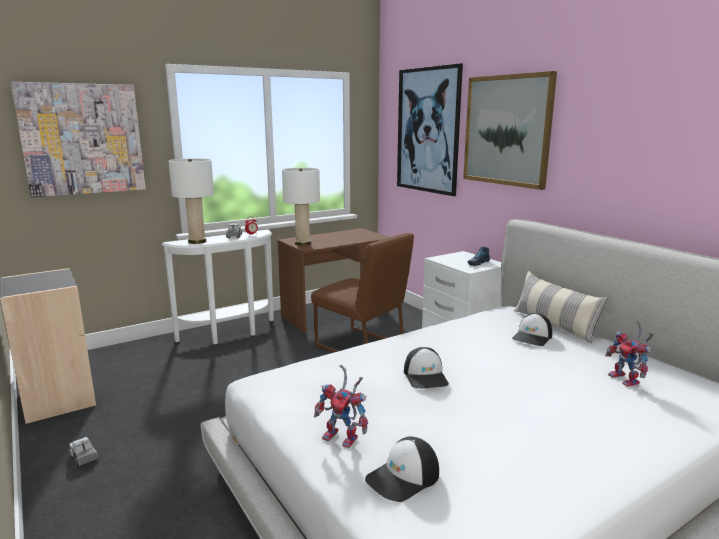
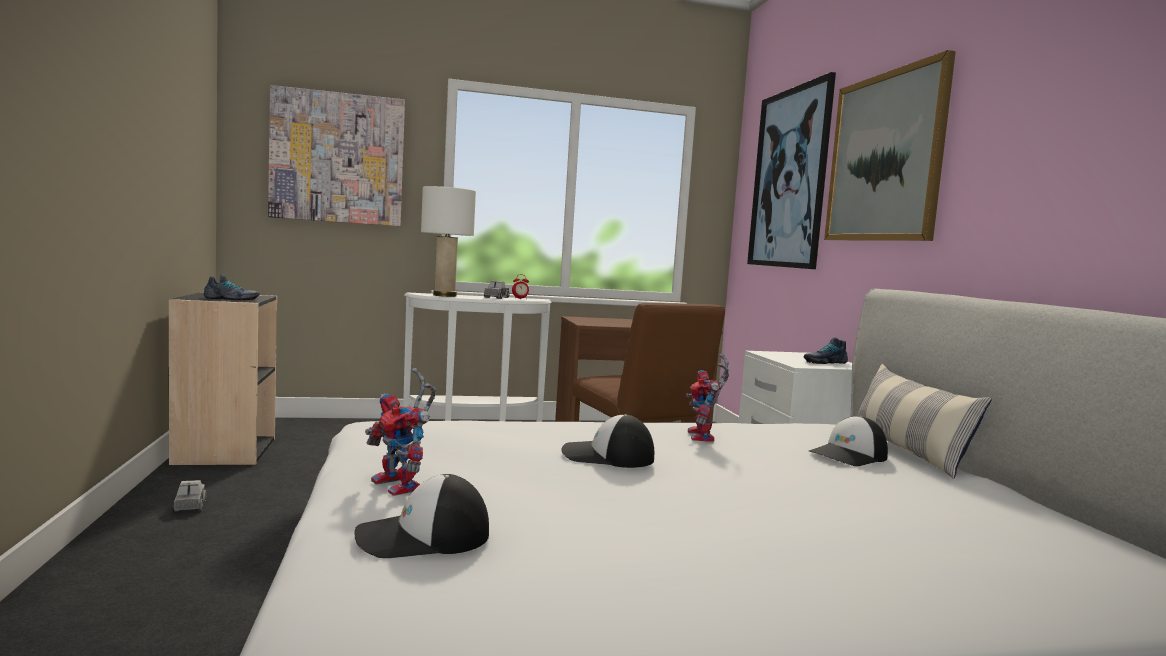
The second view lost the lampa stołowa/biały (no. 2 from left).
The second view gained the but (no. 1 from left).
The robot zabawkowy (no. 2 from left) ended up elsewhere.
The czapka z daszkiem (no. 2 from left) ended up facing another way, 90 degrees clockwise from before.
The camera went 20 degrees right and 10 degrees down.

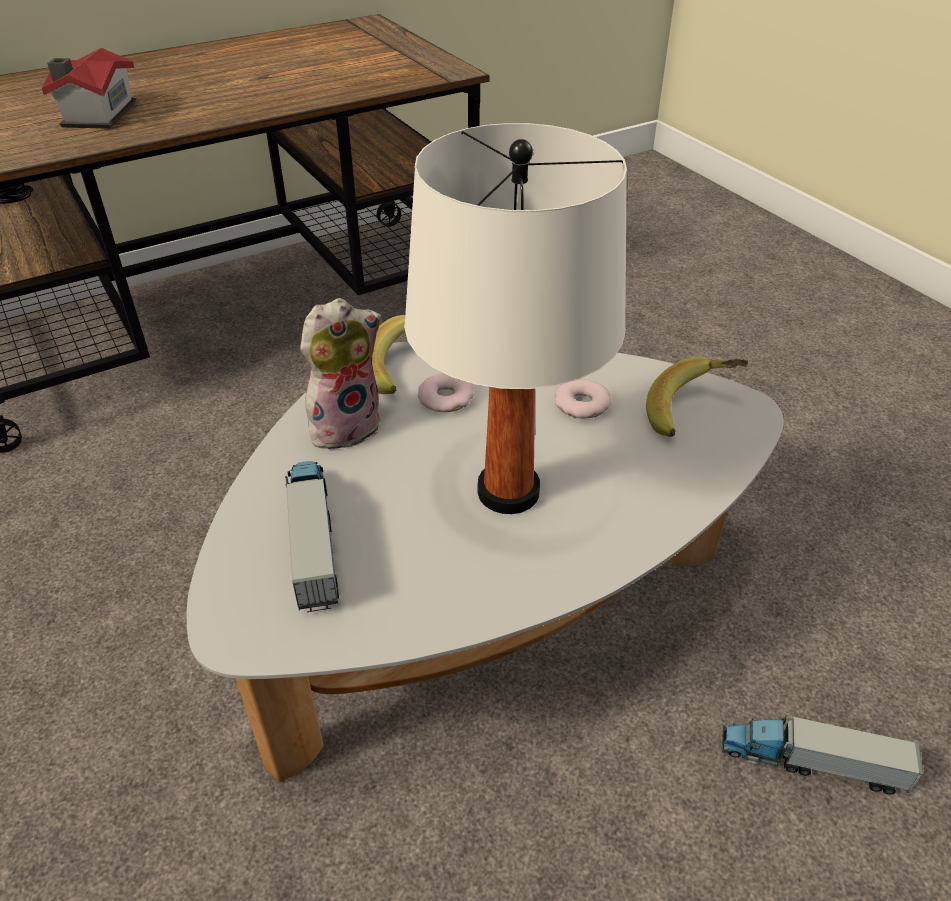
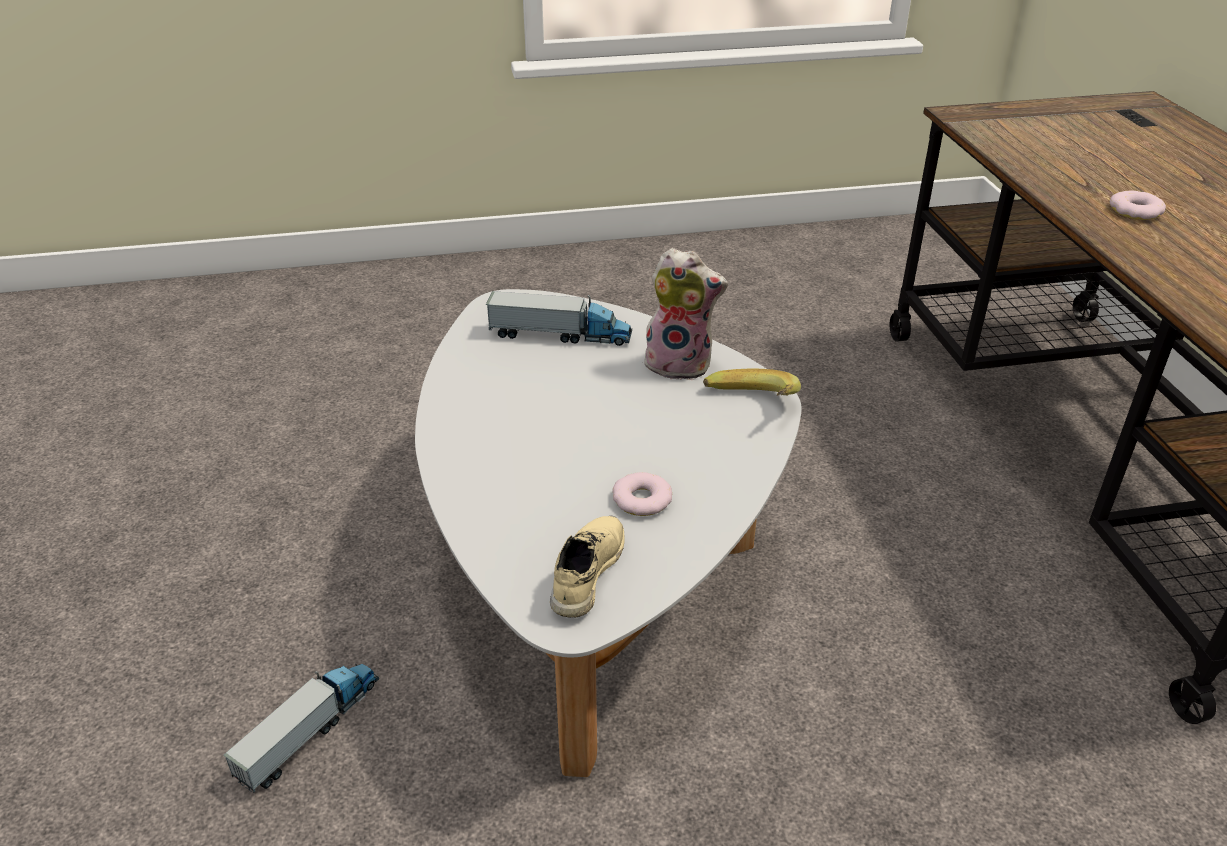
The second view lost the domek.
The second view lost the lampa stołowa/biały.
The donut (no. 1 from left in the first image) ended up elsewhere.
Where the banan (no. 2 from left) stood, the but/beżowy came to stand.
The pluszak ended up facing another way, 60 degrees counterclockwise from before.
The camera went 110 degrees right and 5 degrees down.

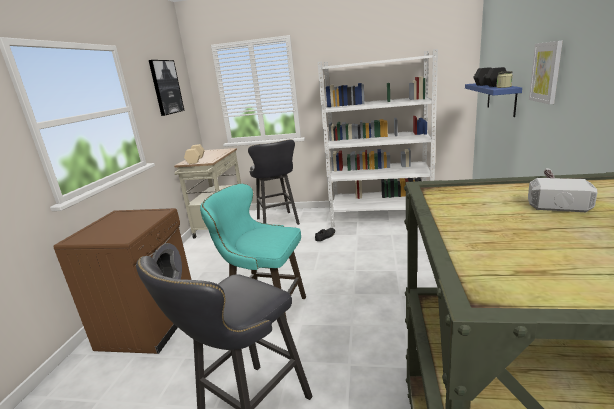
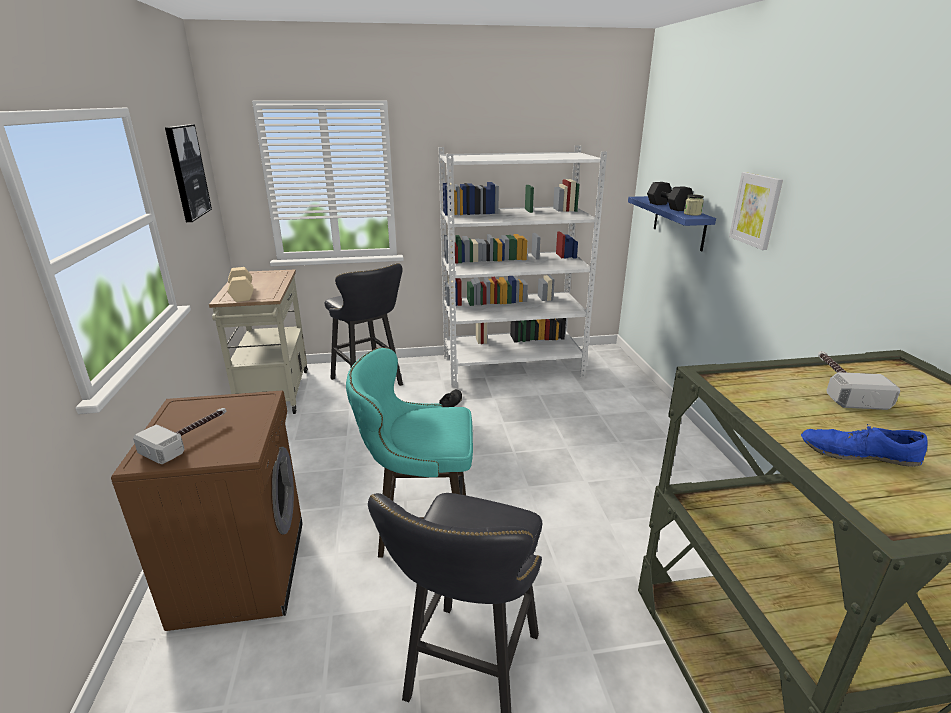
The second view gained the młotek (no. 1 from left).
The second view gained the but/niebieski.
The camera went 20 degrees left and 5 degrees up.

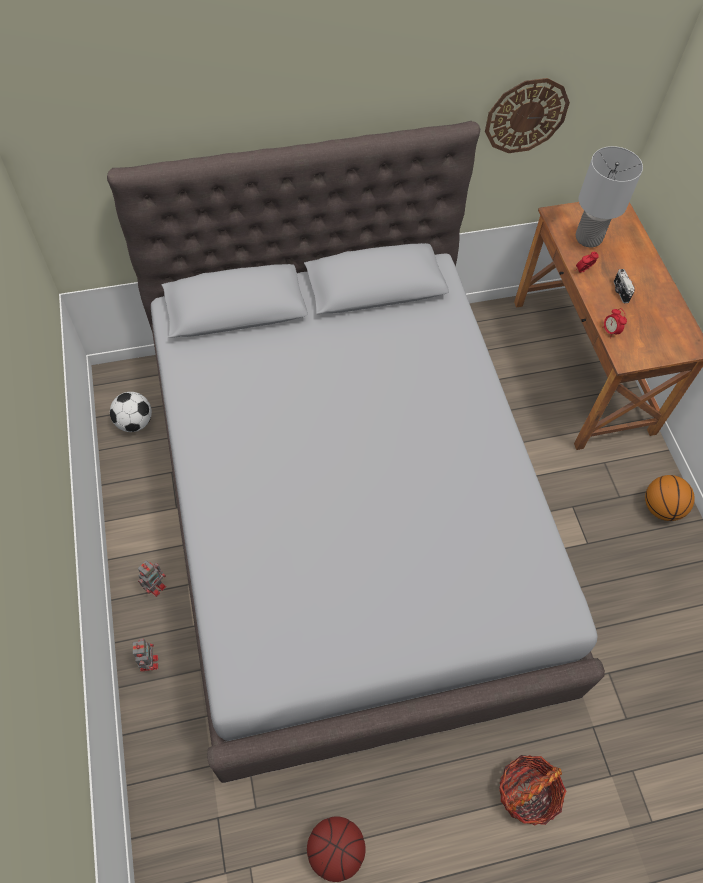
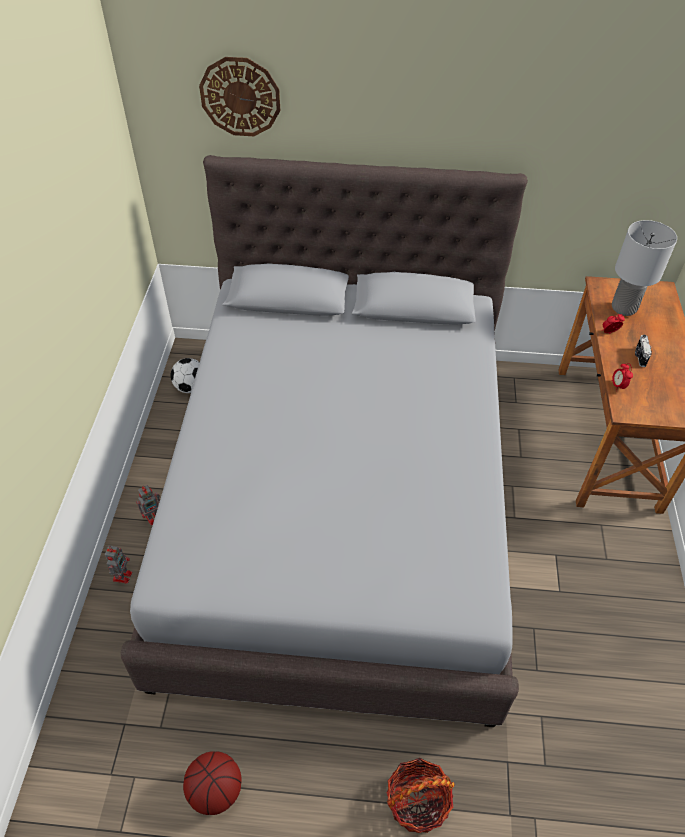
The second view lost the piłka do koszykówki (no. 2 from left).
The zegar ścienny ended up elsewhere.
The camera went 20 degrees right and 10 degrees down.

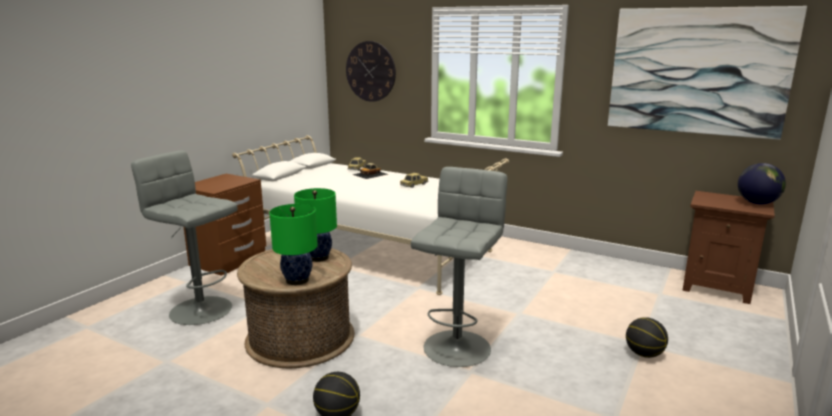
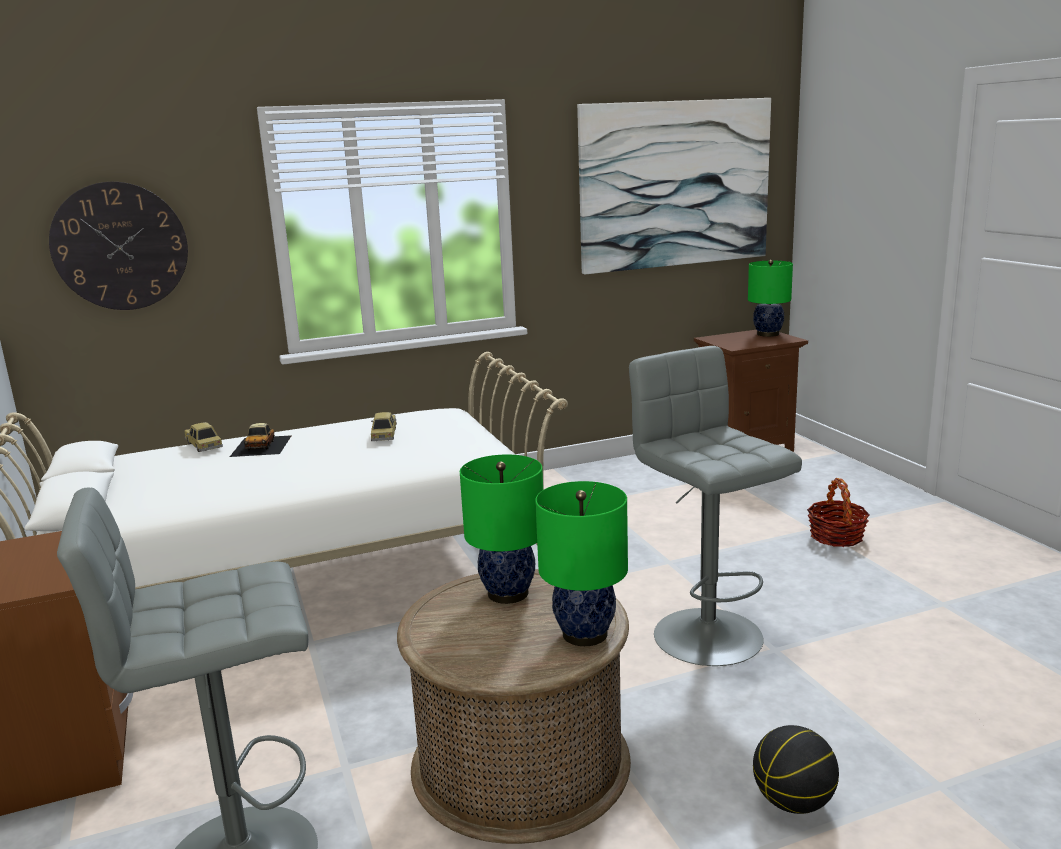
Where the piłka do koszykówki (no. 2 from left) stood, the koszyk came to stand.
Where the globus stood, the lampa stołowa/zielony (no. 3 from left) came to stand.
The camera went 50 degrees left and 0 degrees up.

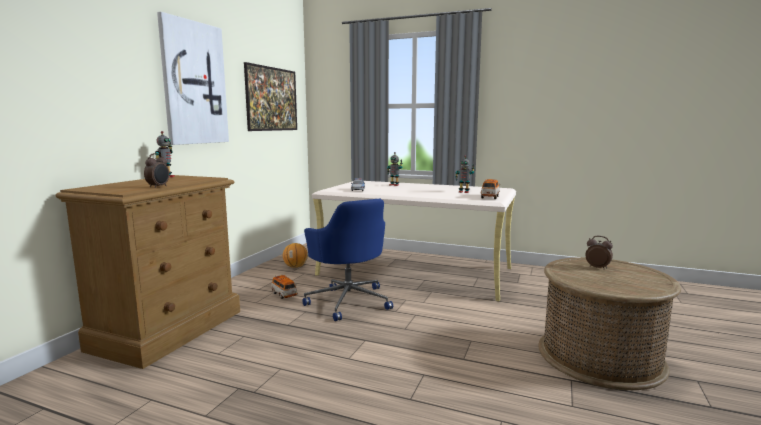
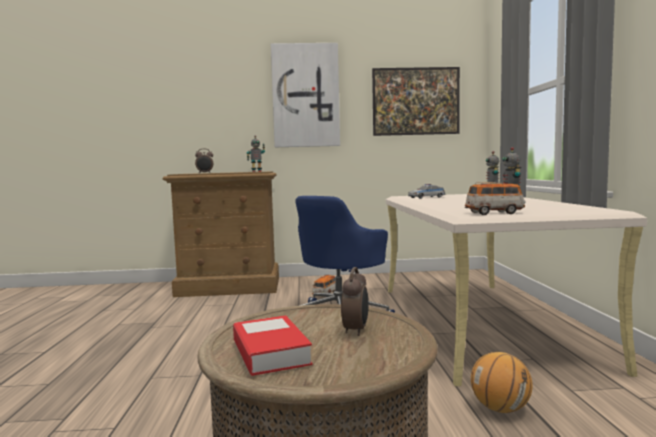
The second view gained the książka.
The piłka do koszykówki ended up elsewhere.
The camera went 65 degrees right and 5 degrees down.

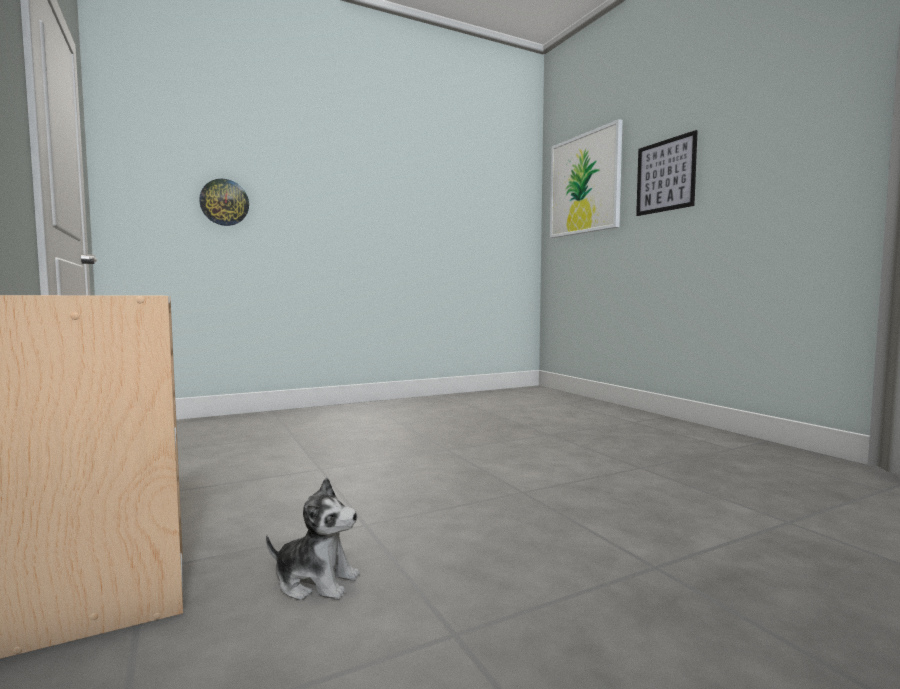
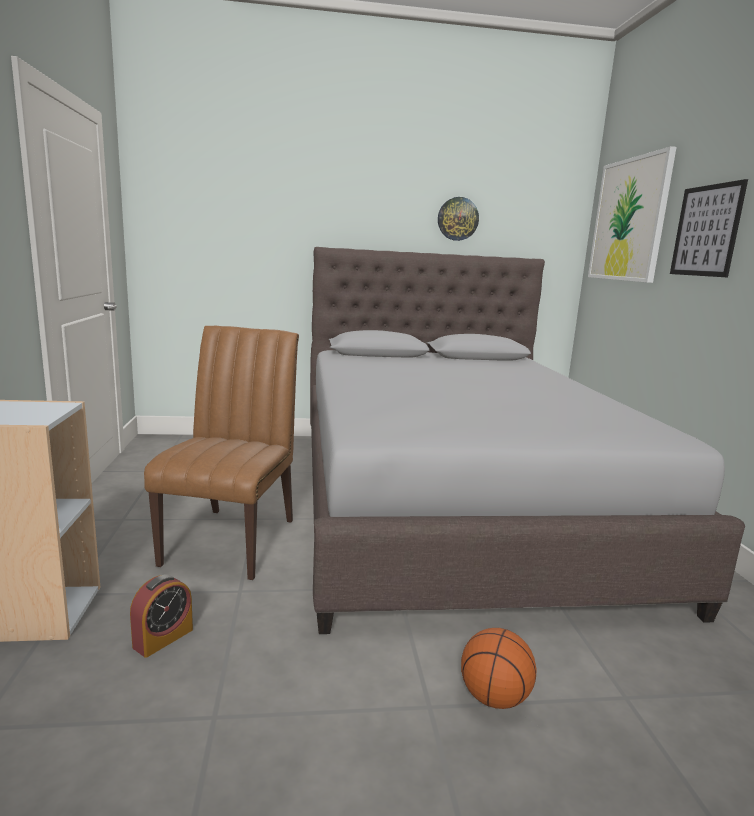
The second view gained the krzesło/brązowy.
The second view gained the łóżko/szary.
The second view gained the piłka do koszykówki.
The zegar ścienny ended up elsewhere.
Where the pluszak stood, the budzik came to stand.
The camera went 20 degrees right and 10 degrees up.

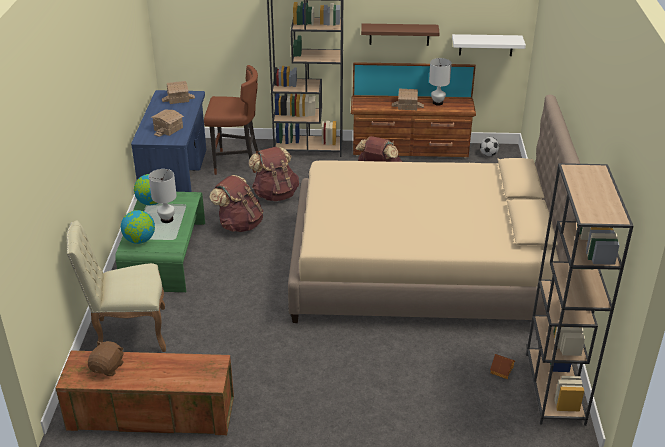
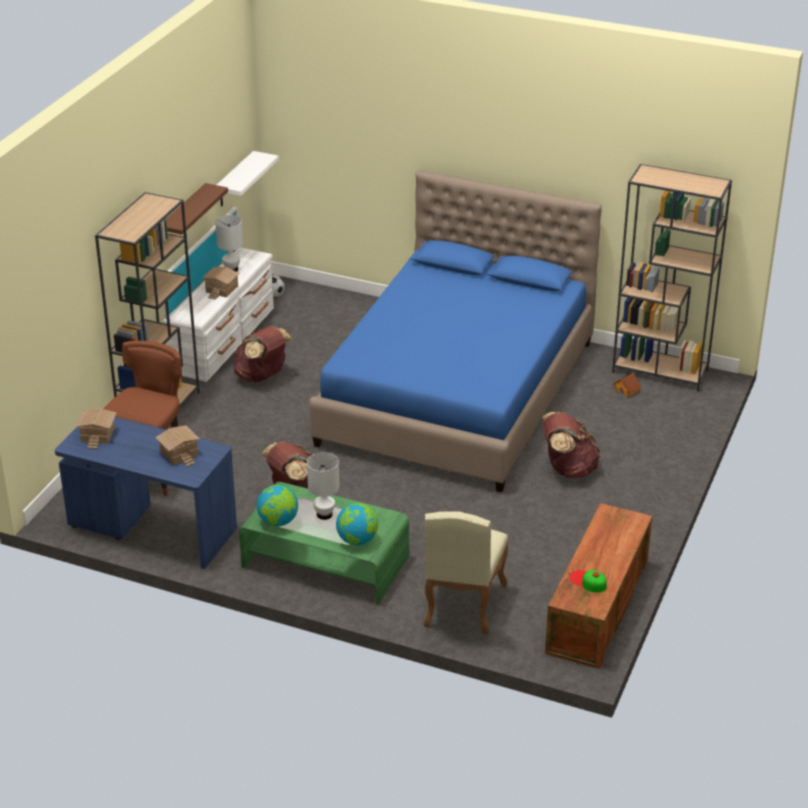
The plecak/brązowy (no. 2 from left in the first image) ended up elsewhere.
Where the pluszak/brązowy stood, the czapka z daszkiem came to stand.
What was the łóżko/beżowy turned into the łóżko/niebieski.
What was the komoda/brązowy turned into the komoda/biały.
The camera went 70 degrees left and 0 degrees up.

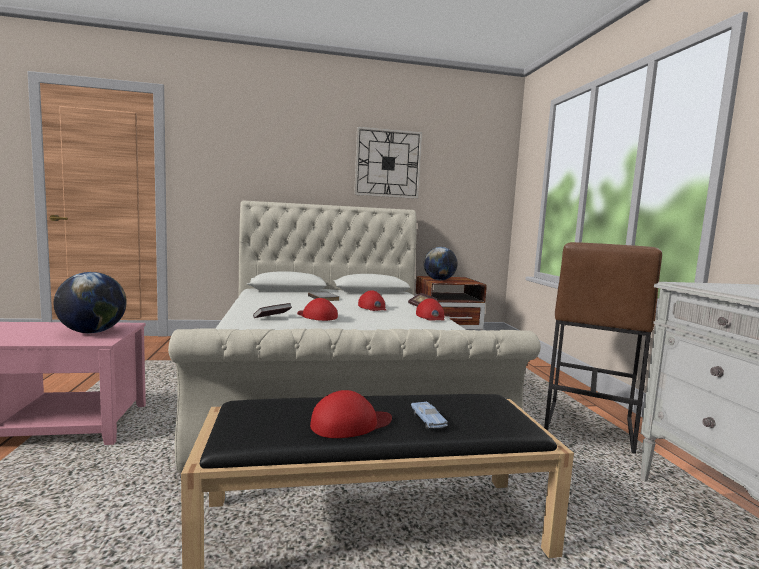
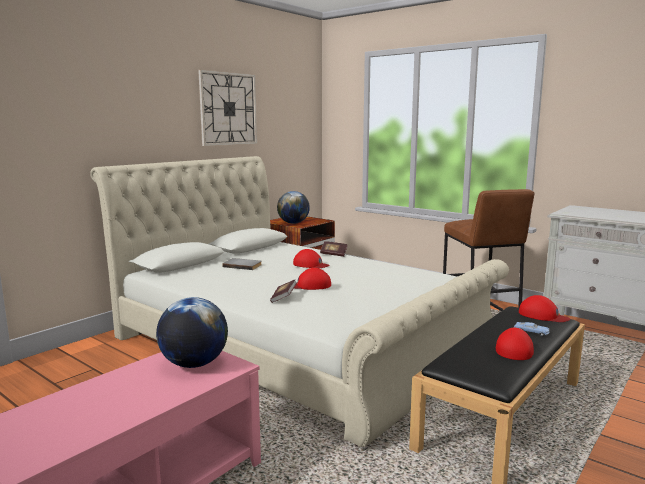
The czapka z daszkiem/czerwony (no. 4 from left) ended up elsewhere.
The camera went 40 degrees left and 5 degrees up.

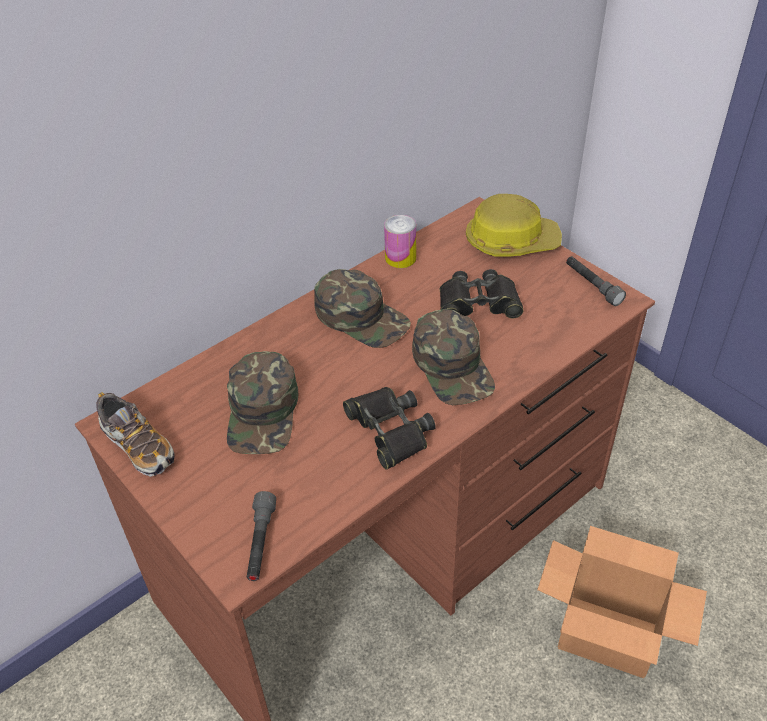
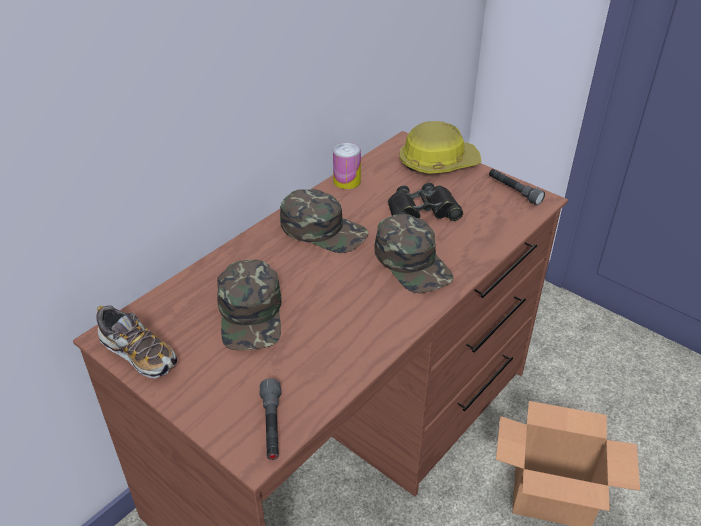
The second view lost the lornetka/czarny (no. 1 from left).
The camera went 10 degrees left and 5 degrees down.

